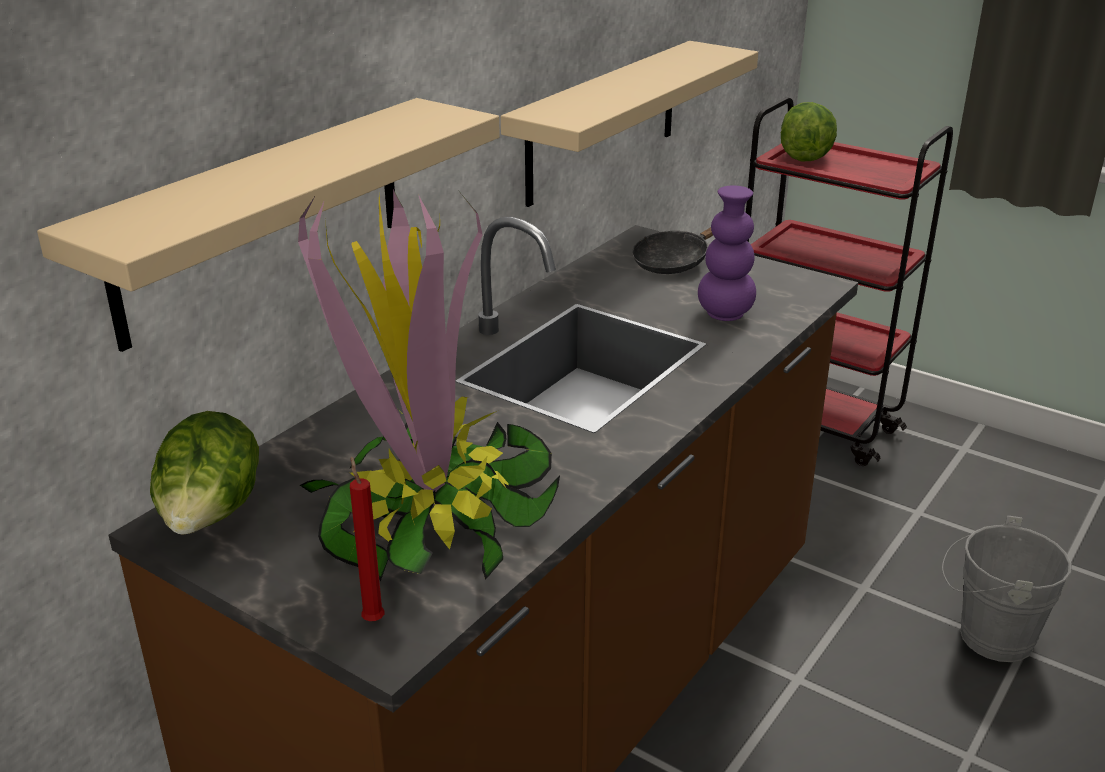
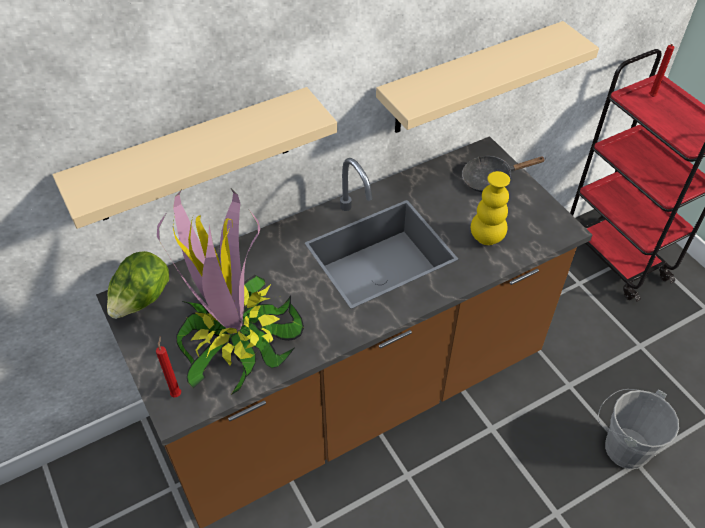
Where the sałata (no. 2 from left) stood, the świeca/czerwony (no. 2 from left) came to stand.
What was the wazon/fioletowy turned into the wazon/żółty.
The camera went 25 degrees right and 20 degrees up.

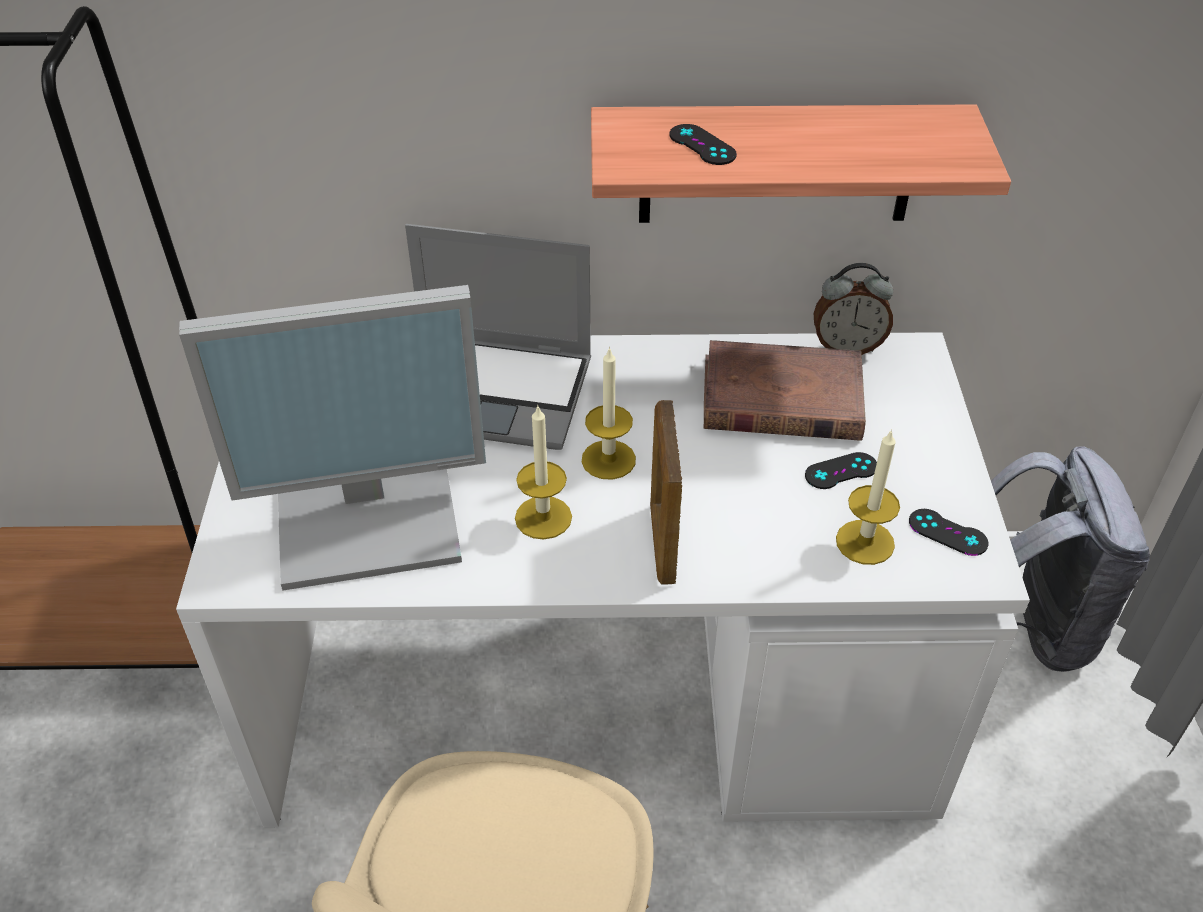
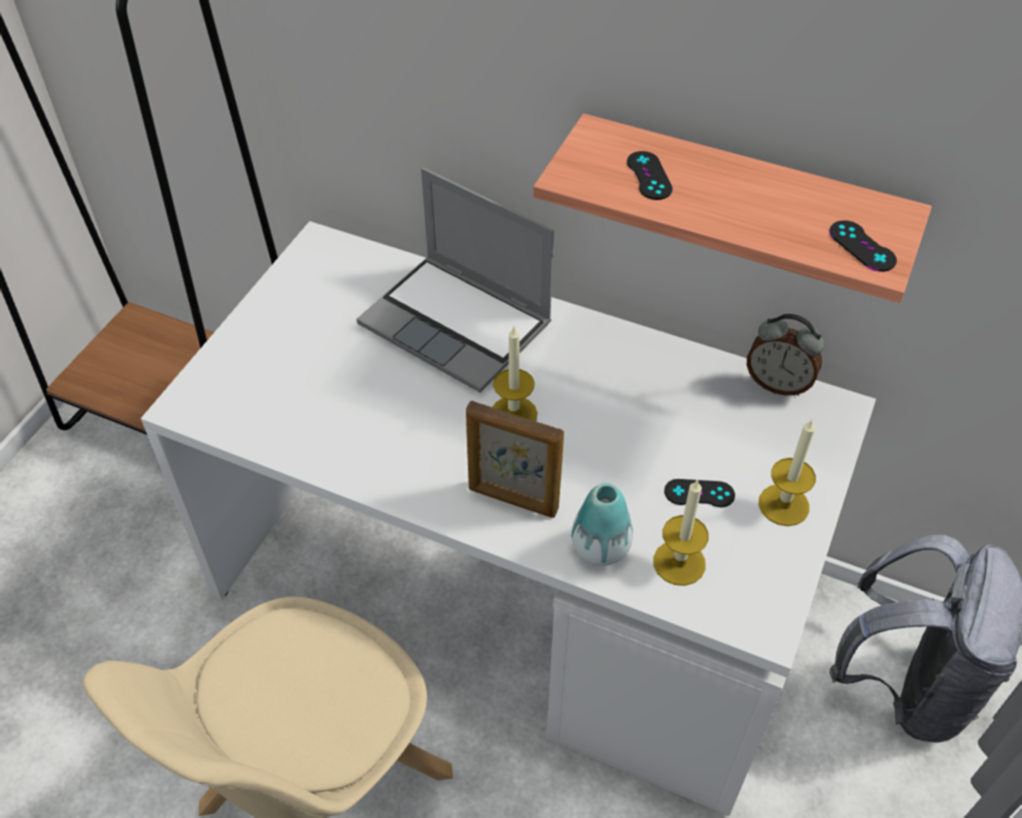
The second view lost the monitor.
The second view lost the książka/brązowy.
The second view gained the wazon.
The świeca (no. 1 from left in the first image) ended up elsewhere.
The pad do gier/czarny (no. 3 from left) ended up elsewhere.
The ramka na zdjęcie ended up facing another way, 90 degrees counterclockwise from before.
The camera went 25 degrees right and 5 degrees up.

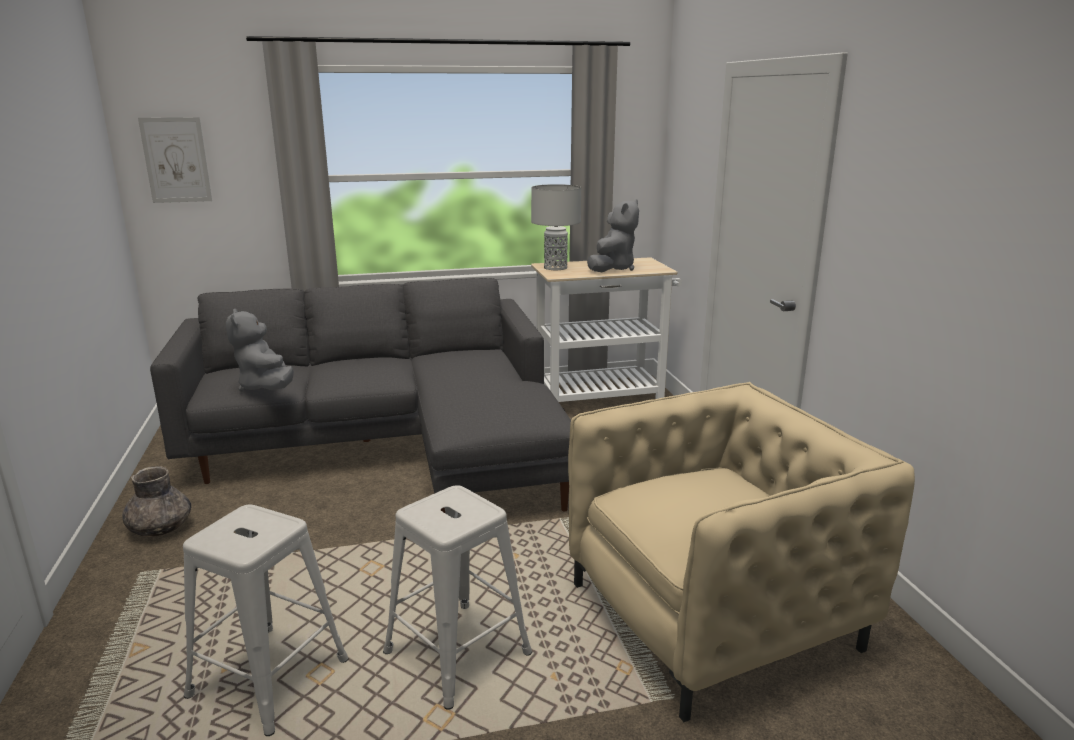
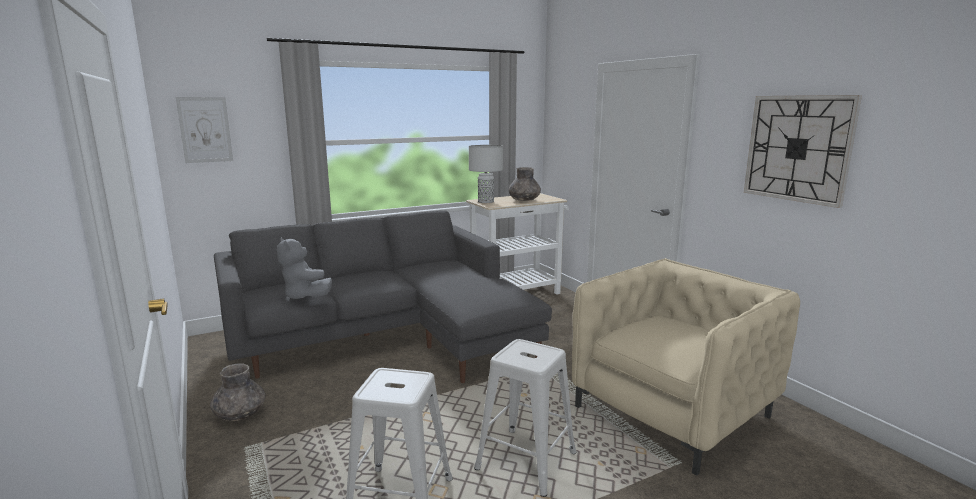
The second view gained the zegar ścienny.
Where the pluszak/szary (no. 2 from left) stood, the wazon/szary (no. 2 from left) came to stand.
The camera went 15 degrees left and 5 degrees down.

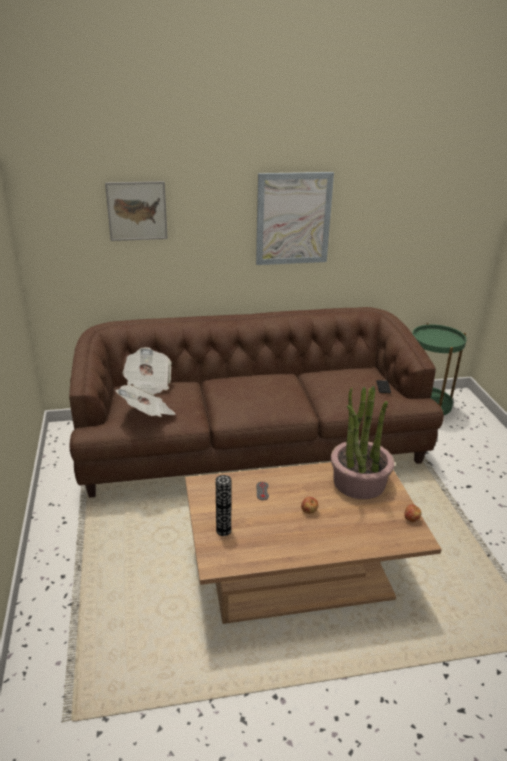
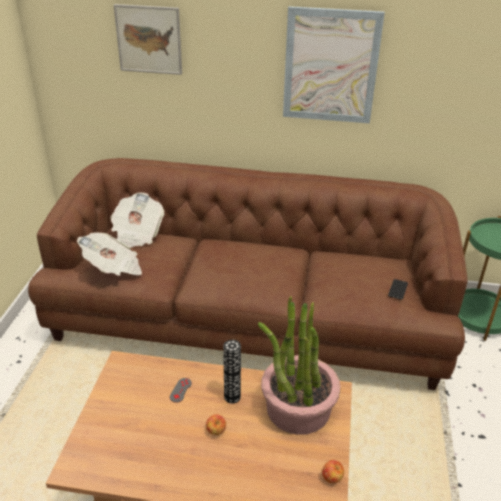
The wazon ended up elsewhere.
The camera went 20 degrees right and 5 degrees up.

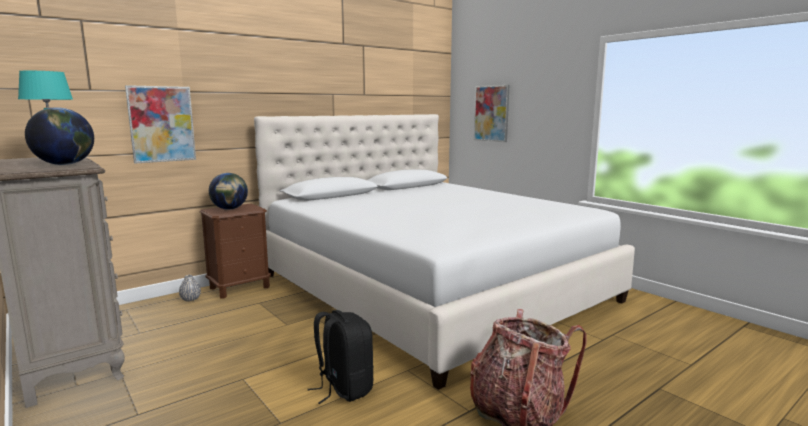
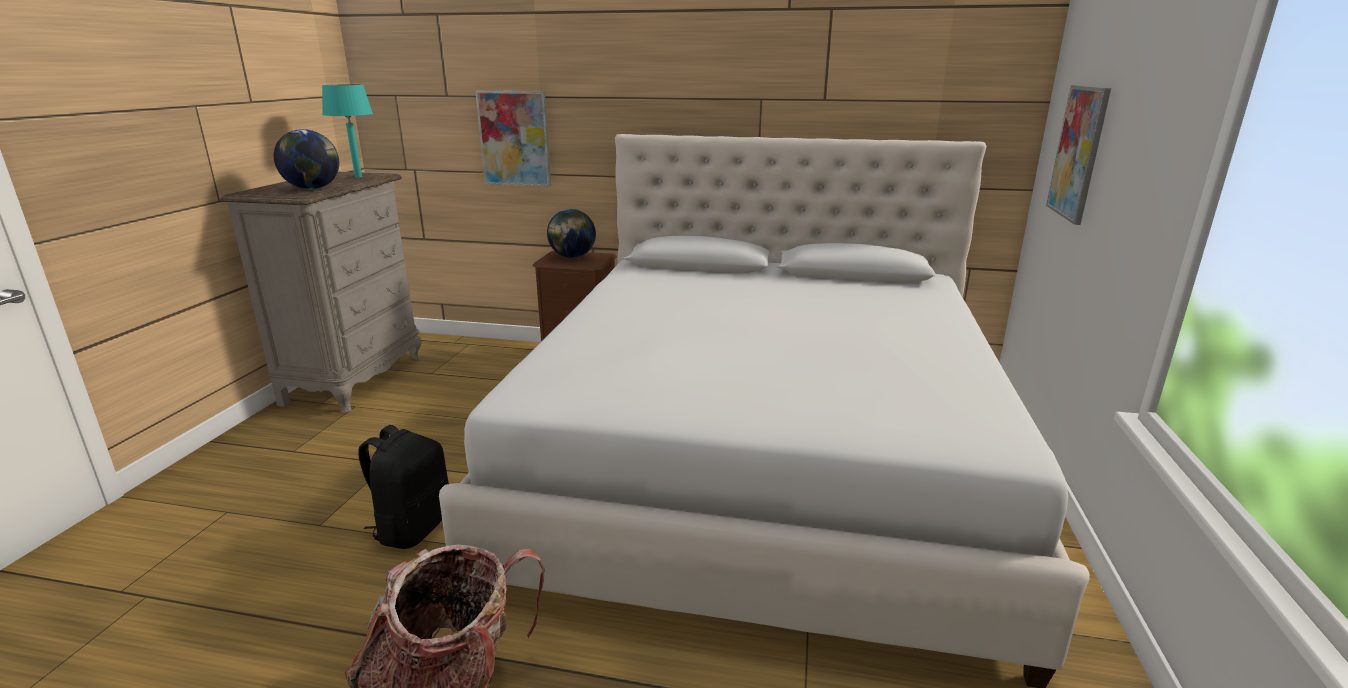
The second view lost the wazon/szary.
The camera went 50 degrees right and 10 degrees up.

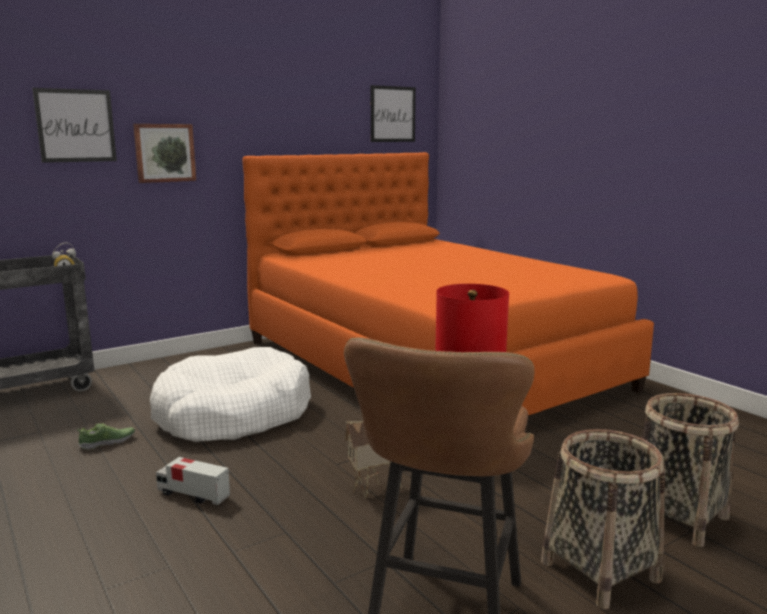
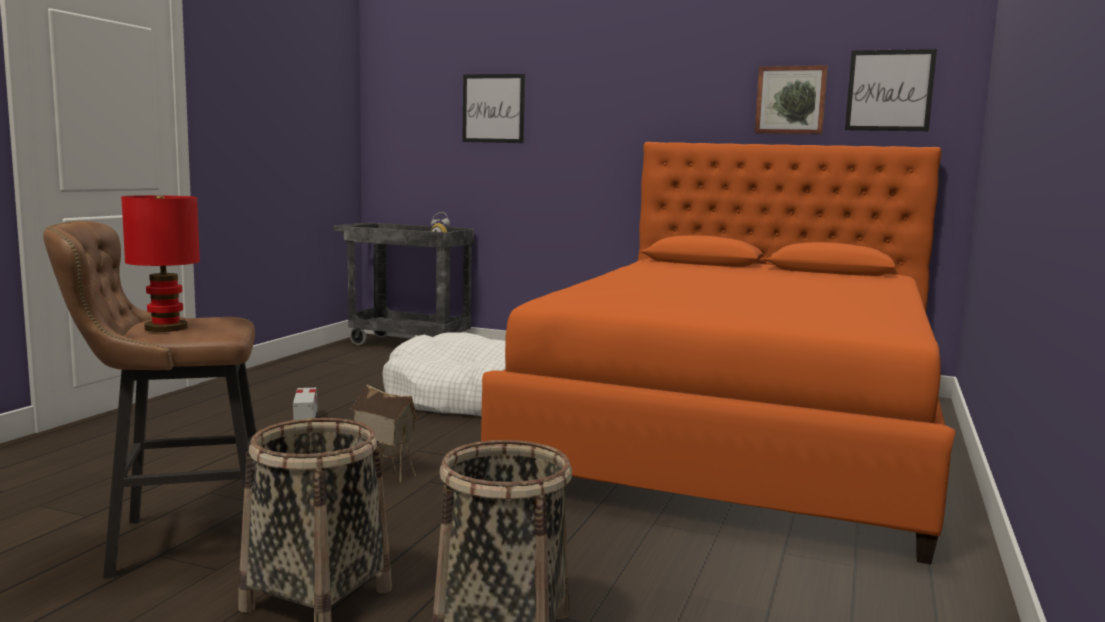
The second view lost the but.
The obraz (no. 2 from left) ended up elsewhere.
The camera went 55 degrees right and 5 degrees down.

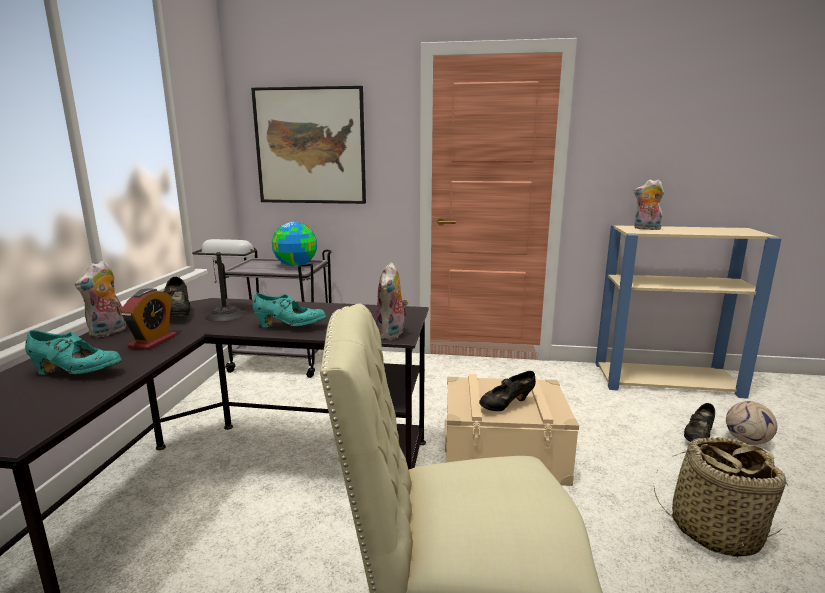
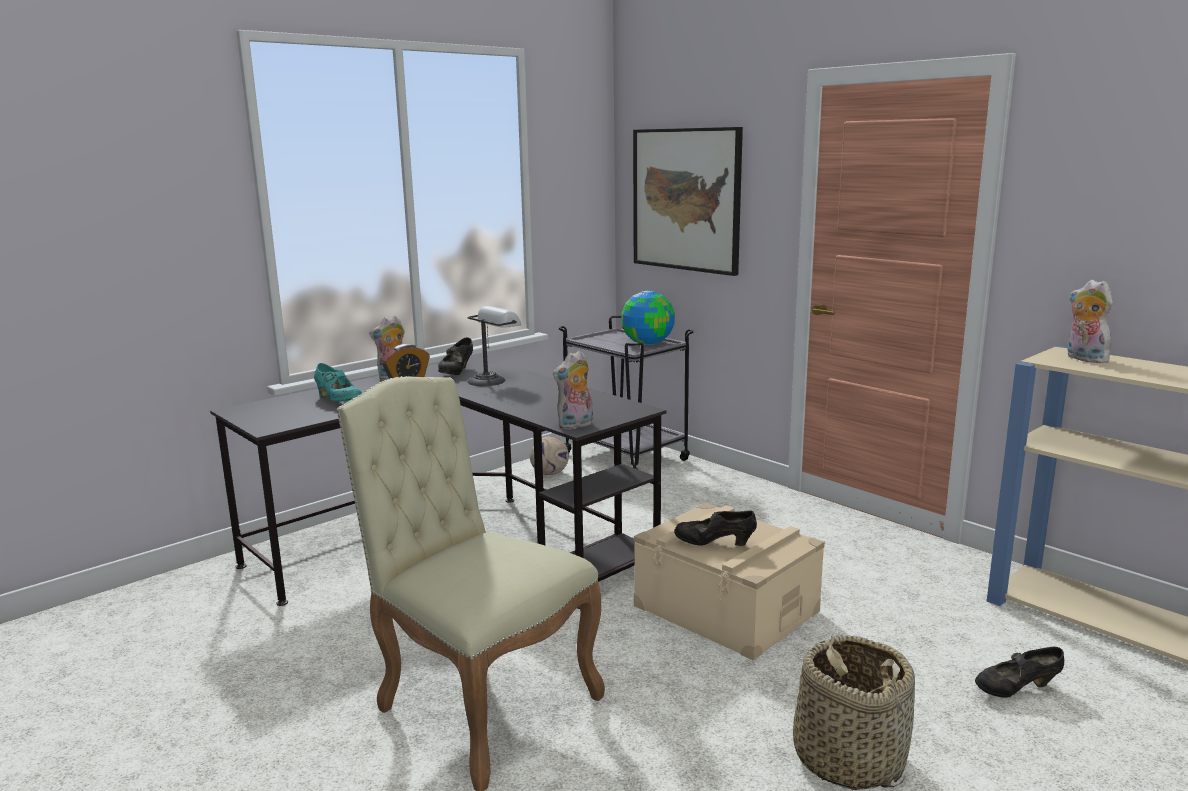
The second view lost the but/turkusowy (no. 2 from left).
The piłka futbolowa ended up elsewhere.
The camera went 40 degrees right and 0 degrees up.

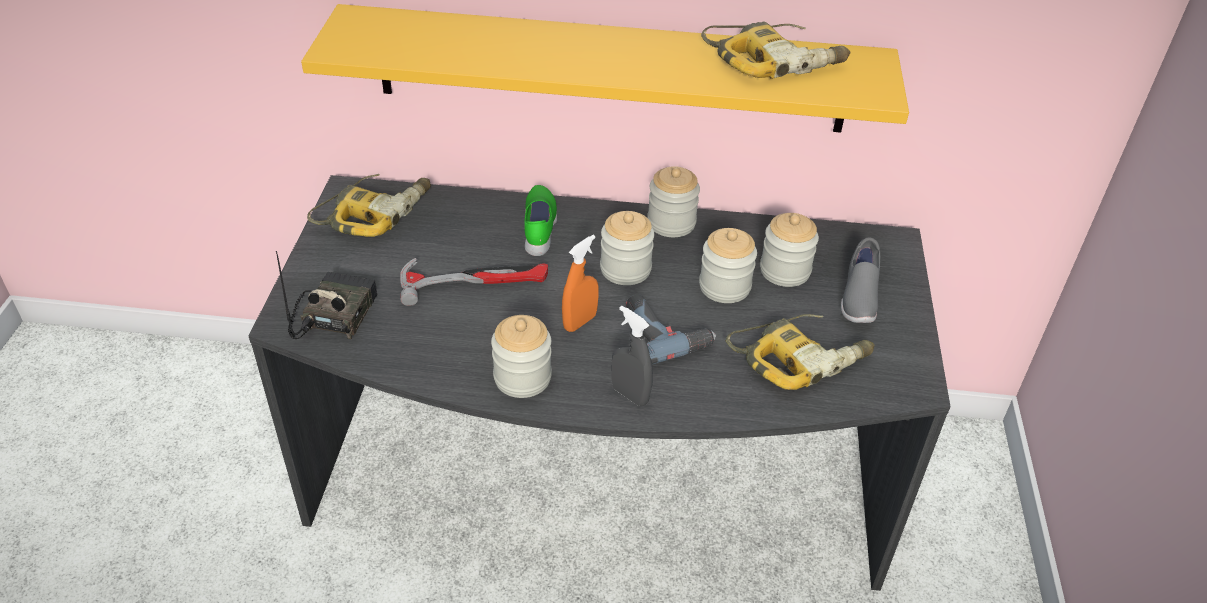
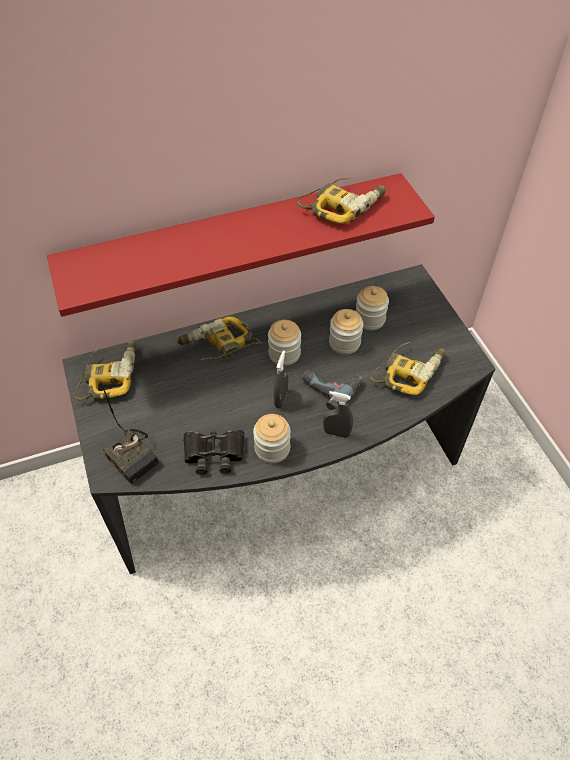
The second view lost the młotek.
The second view lost the słoik (no. 3 from left).
The second view lost the but/szary.
The second view gained the lornetka/czarny.
Where the but/zielony stood, the wiertarka (no. 2 from left) came to stand.
What was the półka/żółty turned into the półka/czerwony.
What was the spryskiwacz/pomarańczowy turned into the spryskiwacz/szary (no. 1 from left).
The radio ended up facing another way, 150 degrees clockwise from before.
The camera went 25 degrees left and 10 degrees up.

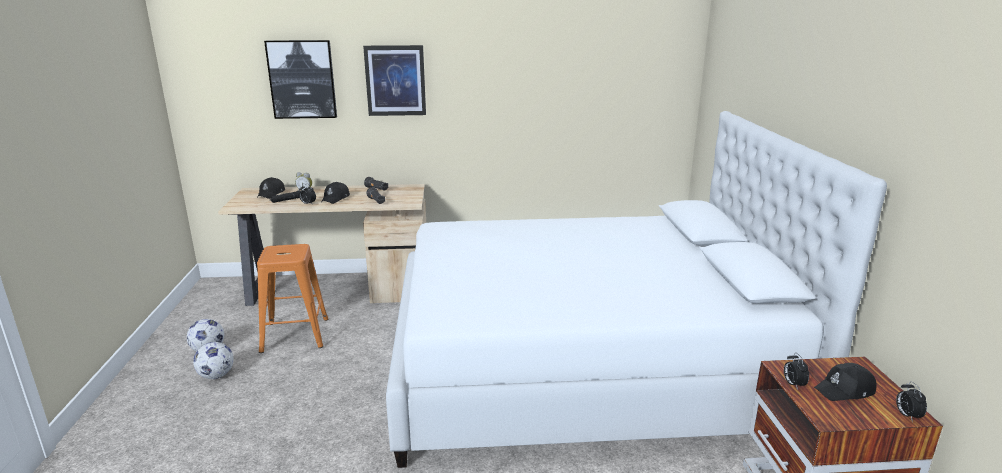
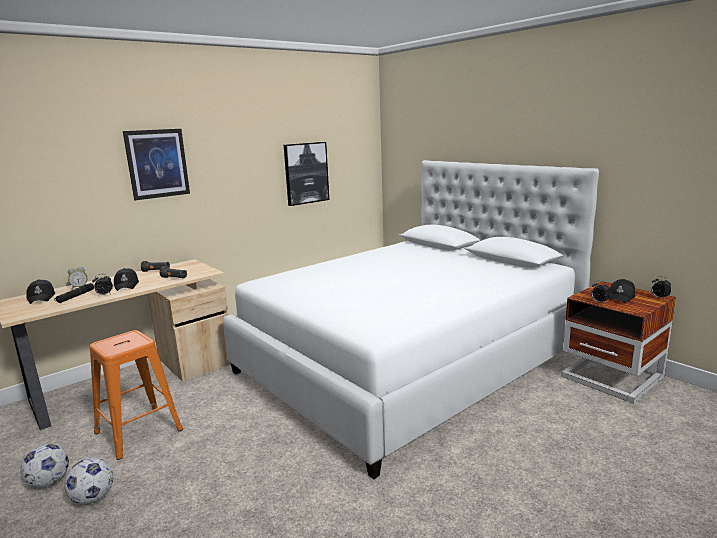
The obraz (no. 1 from left in the first image) ended up elsewhere.
The camera went 35 degrees left and 5 degrees down.

